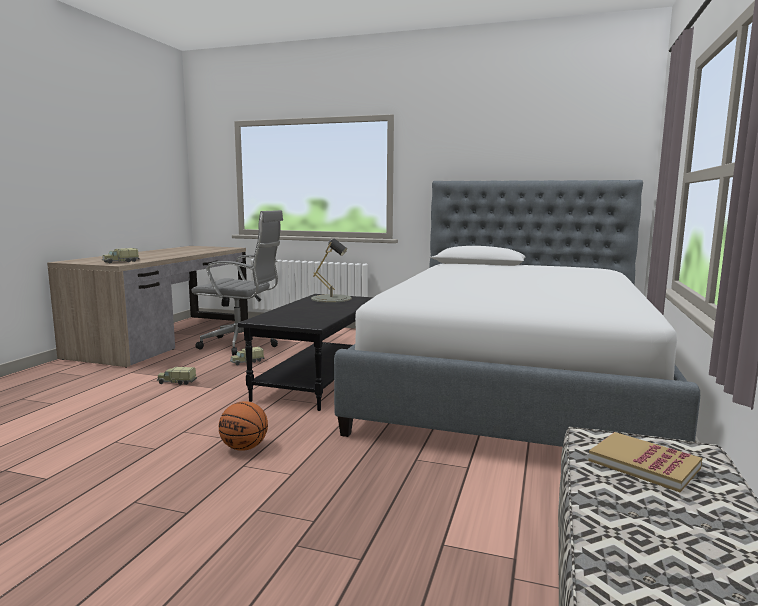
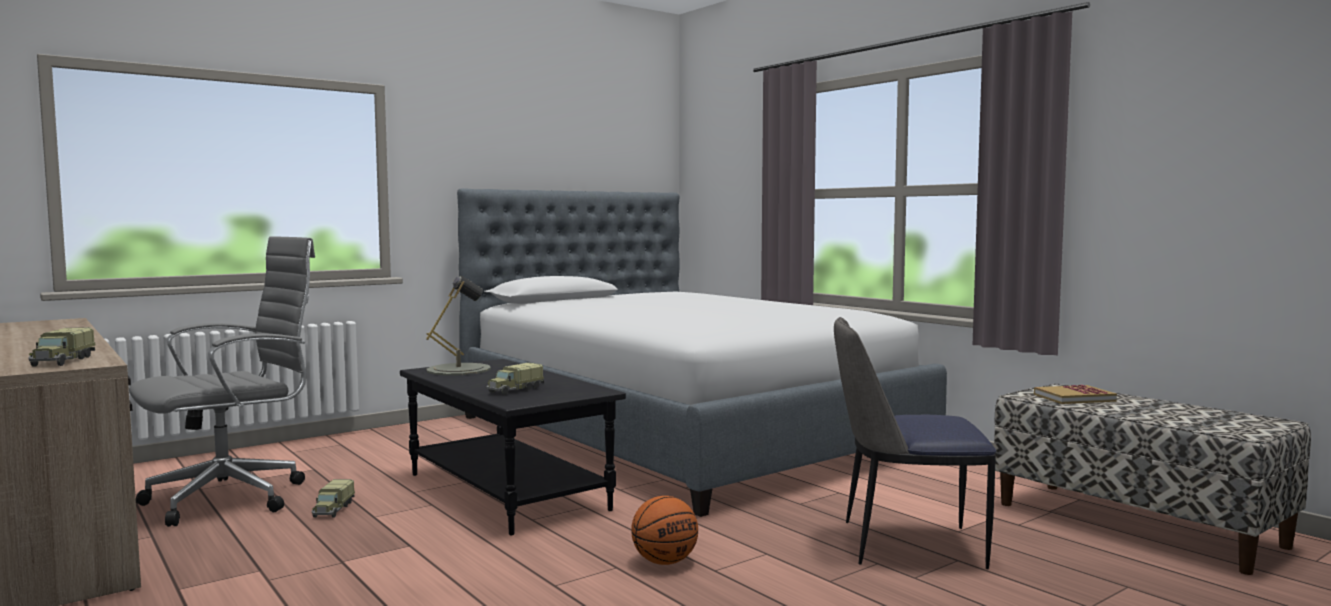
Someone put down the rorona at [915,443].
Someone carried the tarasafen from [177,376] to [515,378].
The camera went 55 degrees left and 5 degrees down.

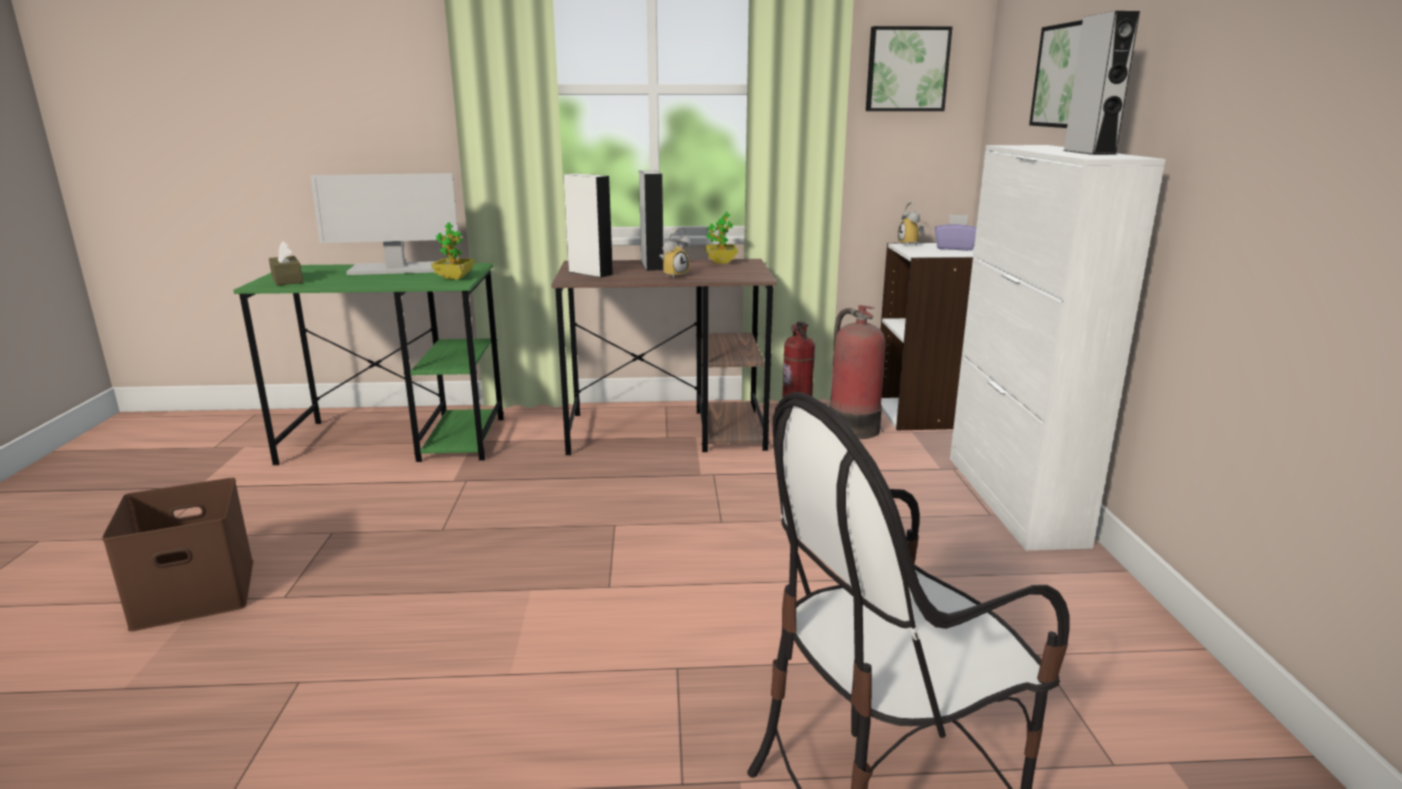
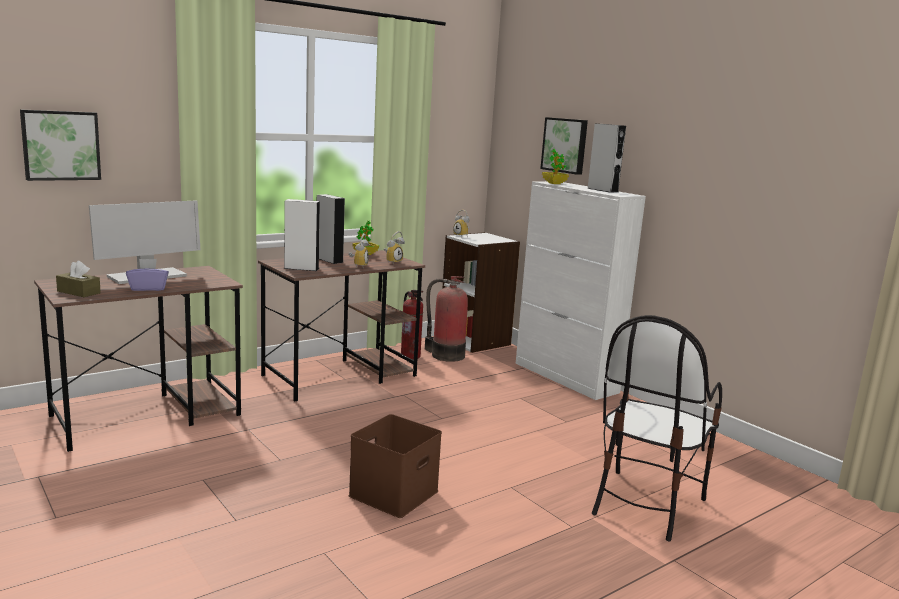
Someone put down the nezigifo at [394,247].
Someone carried the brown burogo from [177,554] to [395,466].
Someone carried the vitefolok from [453,250] to [555,166].
Someone carried the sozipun from [909,68] to [60,145].
Someone carried the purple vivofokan from [955,232] to [147,275].
Someone repainted the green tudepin at [368,364], which became the brown tudepin at [138,359].
The camera went 35 degrees left and 5 degrees down.

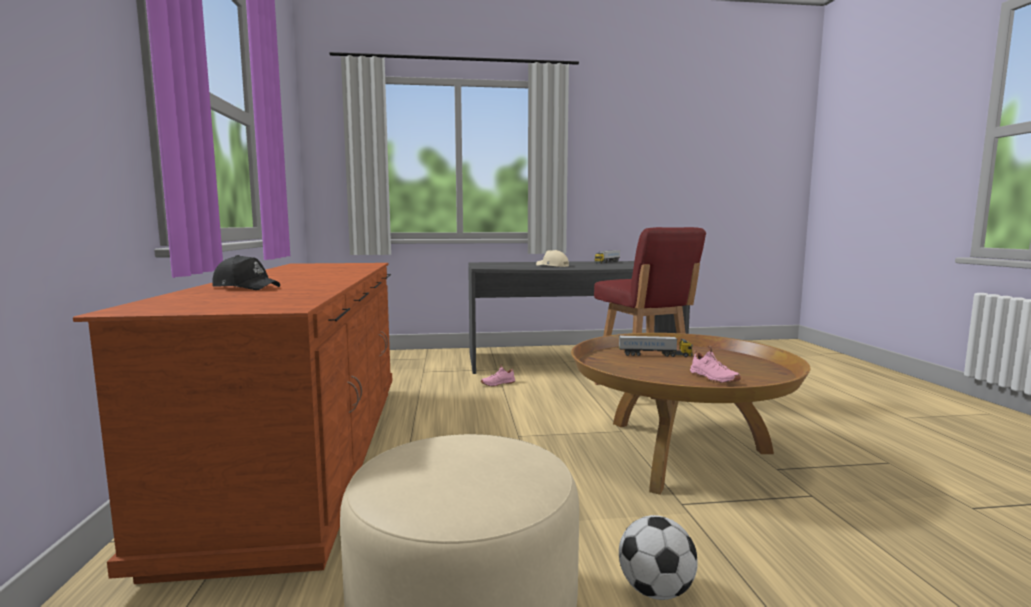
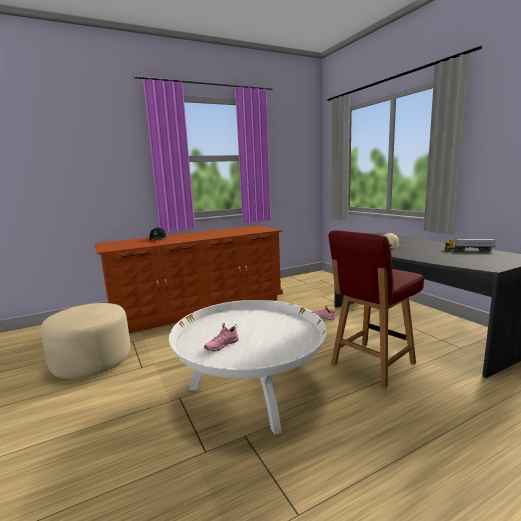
Someone took away the tarasafen at [656,346].
Someone took away the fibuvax at [658,557].
Someone repainted the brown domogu at [691,414], which became the white domogu at [248,367].
The camera went 70 degrees right and 5 degrees up.

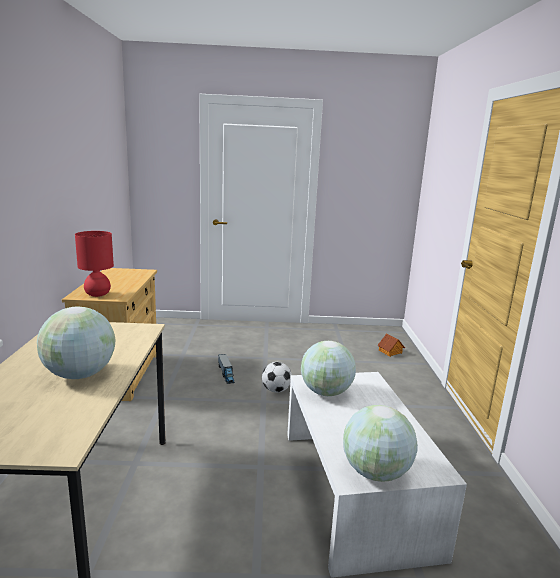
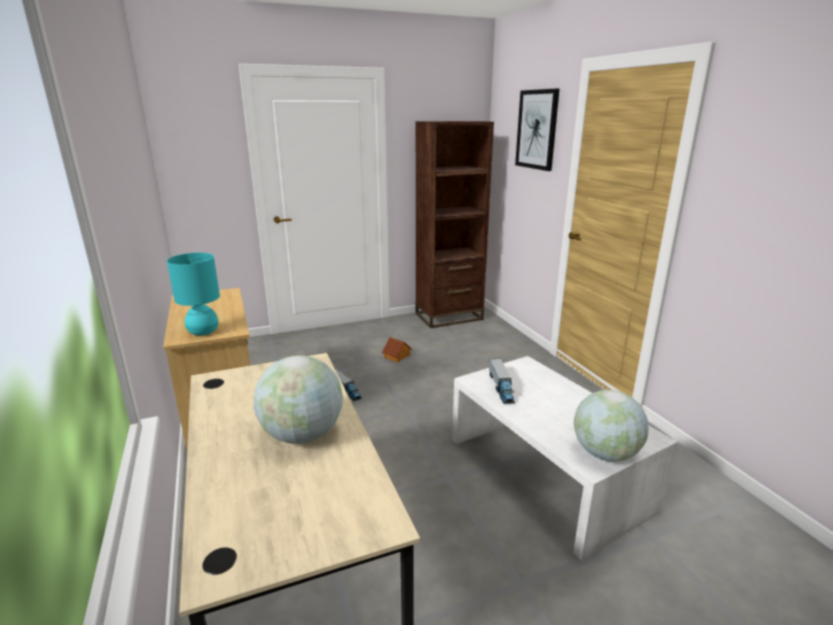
Someone took away the fibuvax at [277,377].
Someone put down the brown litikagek at [454,224].
Someone put up the sozipun at [537,130].
Someone carried the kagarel from [391,345] to [397,349].
Someone swapped the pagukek at [328,368] for the tarasafen at [502,381].
Someone repainted the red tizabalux at [94,264], which became the turquoise tizabalux at [193,294].
The camera went 20 degrees left and 5 degrees up.

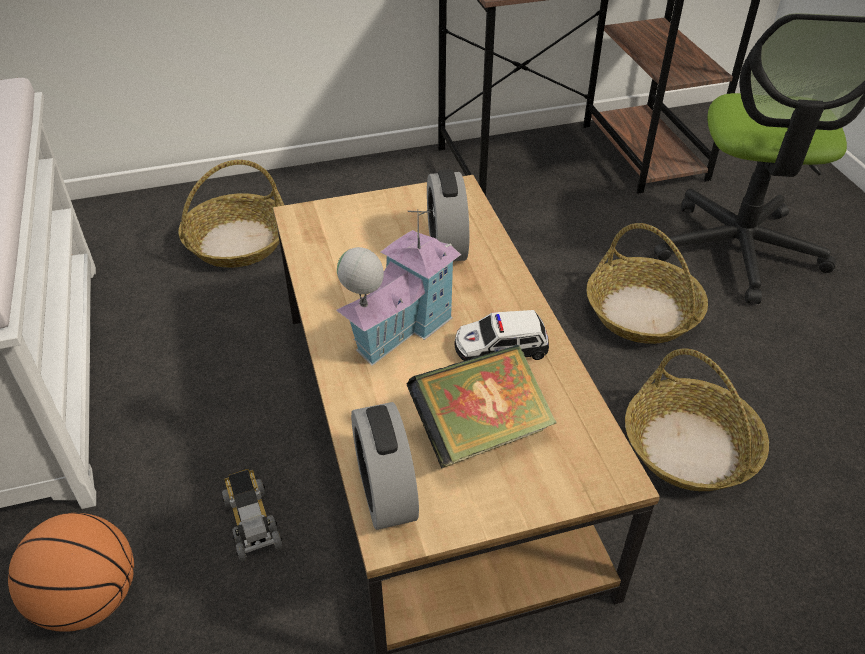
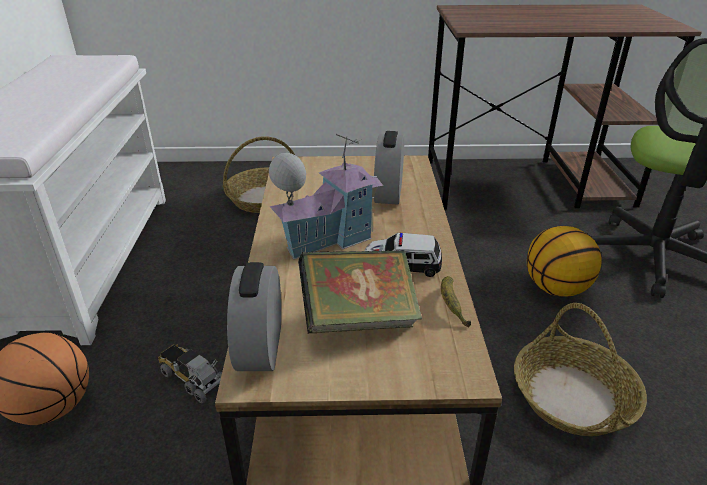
Someone put down the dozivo at [456,302].
Someone swapped the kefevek at [647,283] for the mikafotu at [564,261].
Someone rotated the tarasafen at [252,515] by 45 degrees counterclockwise.
The camera went 15 degrees right and 10 degrees down.

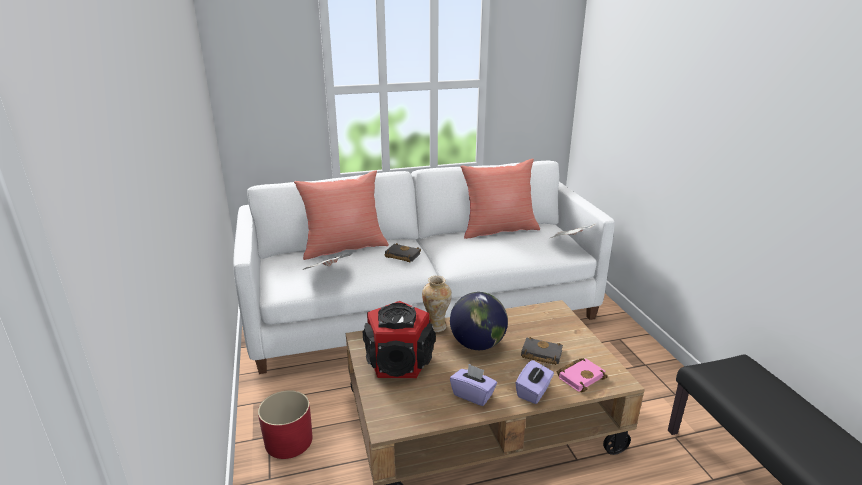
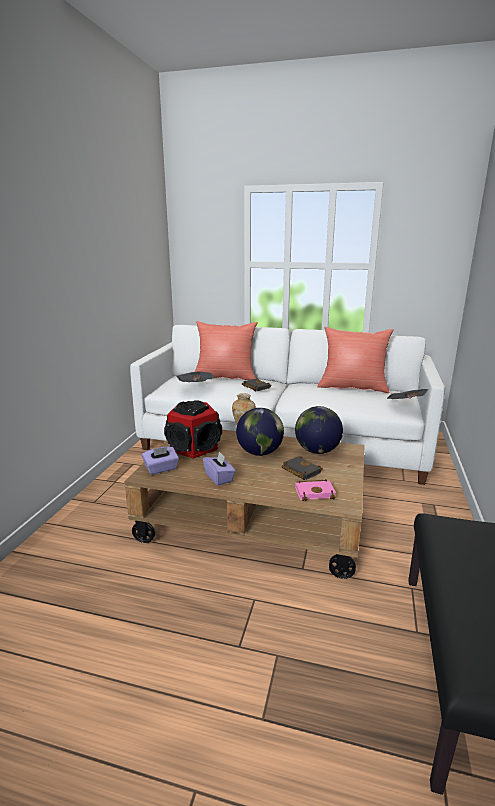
Someone took away the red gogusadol at [285,424].
Someone put down the pagukek at [319,430].
Someone carried the purple vivofokan from [534,382] to [160,461].
The camera went 30 degrees right and 5 degrees down.

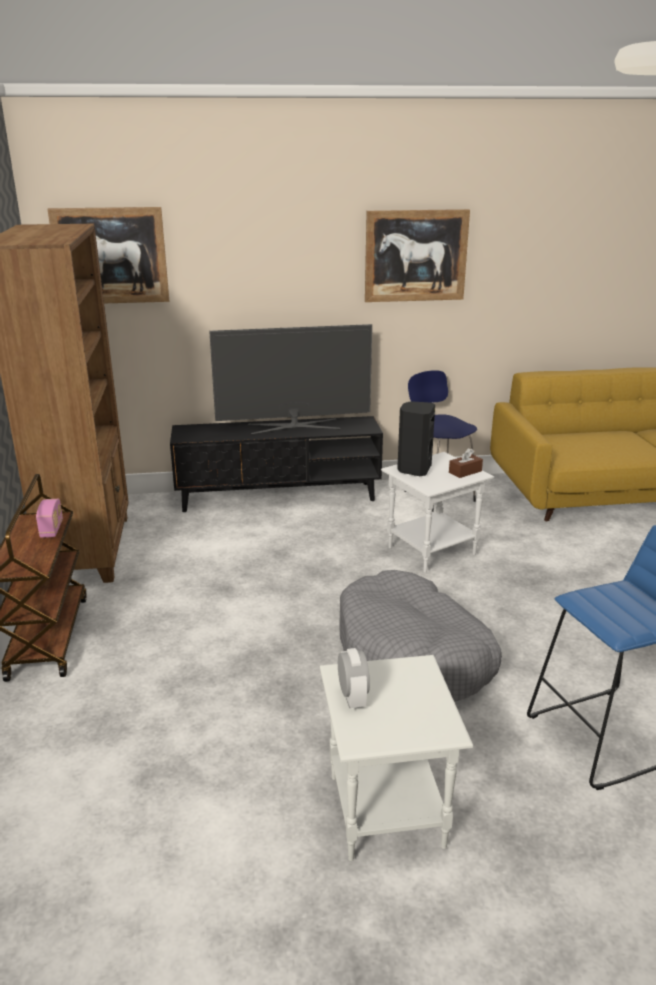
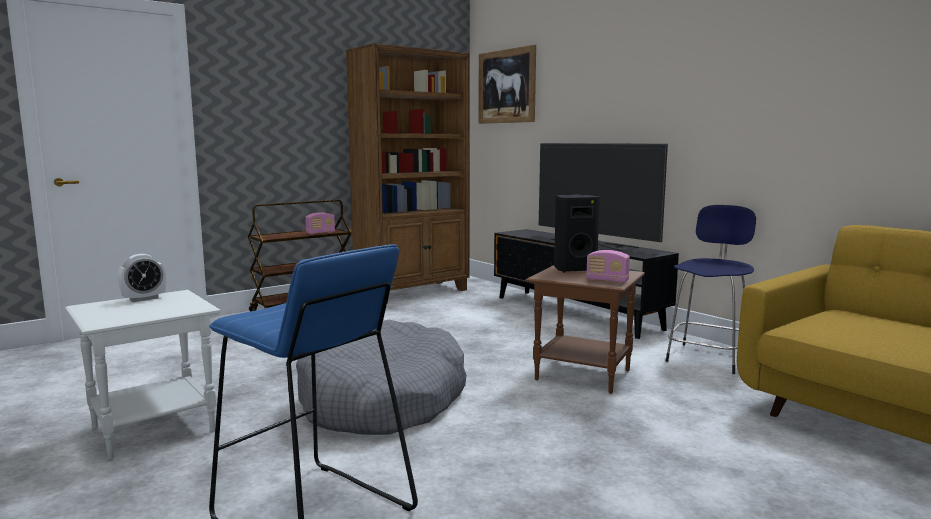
Someone took away the sozipun at [417,255].
Someone swapped the brown vivofokan at [466,463] for the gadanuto at [608,266].
Someone repainted the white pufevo at [437,512], which became the brown pufevo at [585,329].
The camera went 60 degrees right and 15 degrees down.

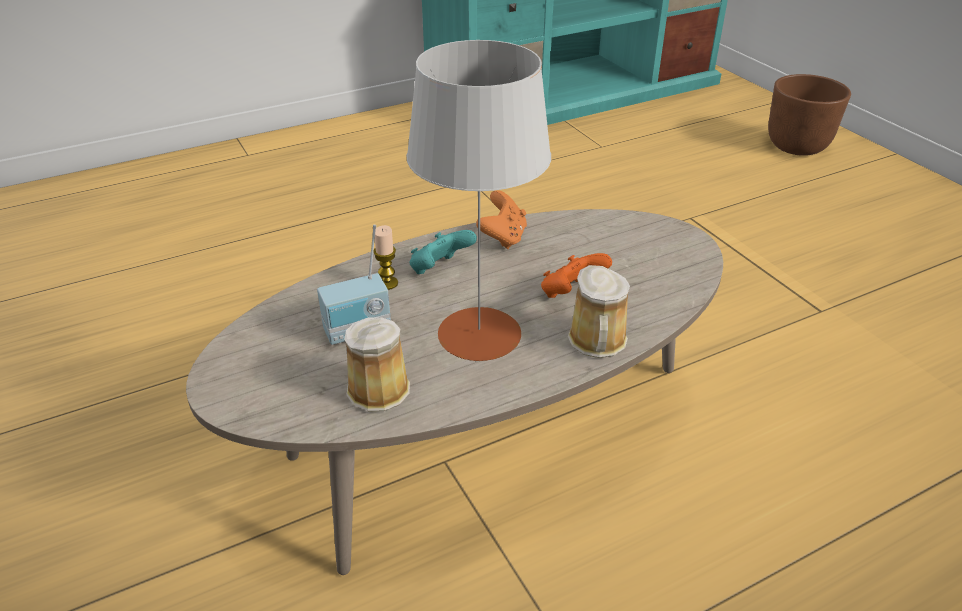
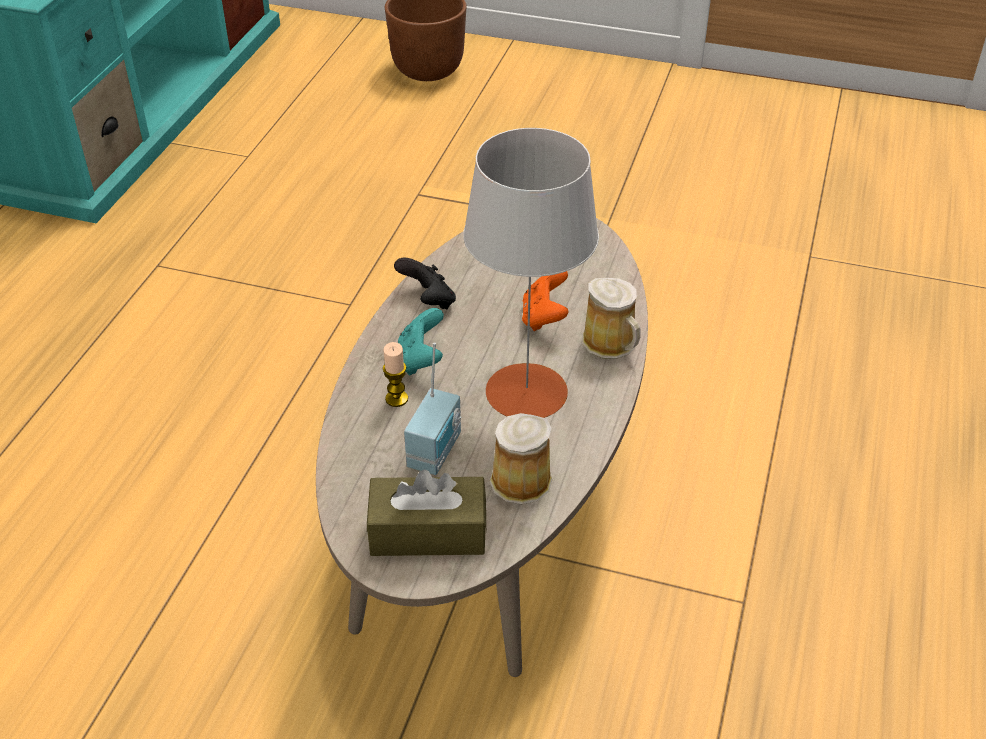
Someone put down the brown vivofokan at [426,512].
Someone repainted the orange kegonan at [501,219], which became the black kegonan at [425,283].
The camera went 45 degrees left and 5 degrees up.

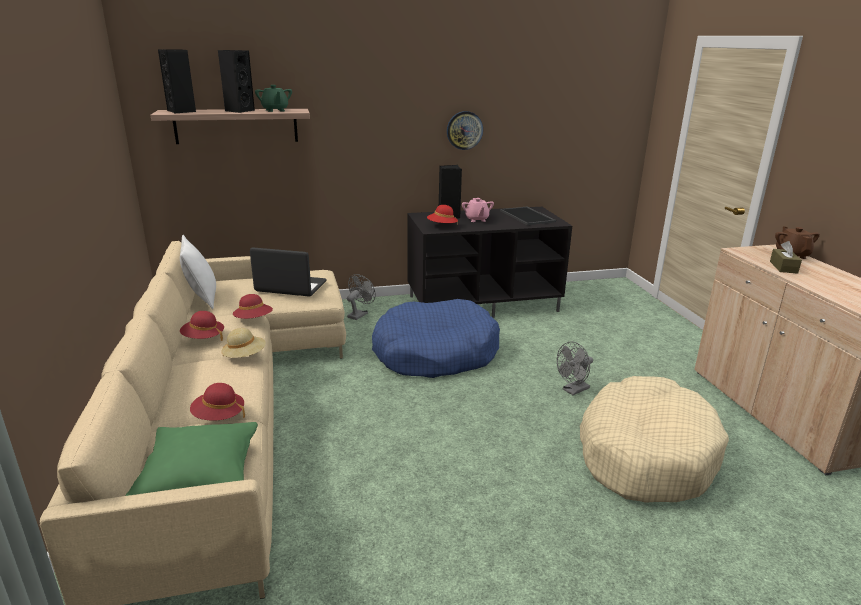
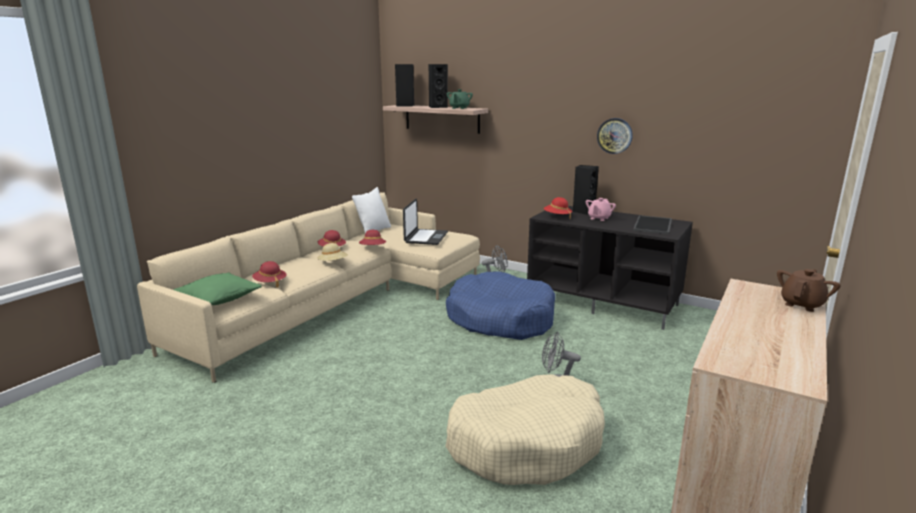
Someone took away the brown vivofokan at [786,257].
Someone rotated the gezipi at [288,272] by 45 degrees clockwise.
The camera went 45 degrees right and 5 degrees down.

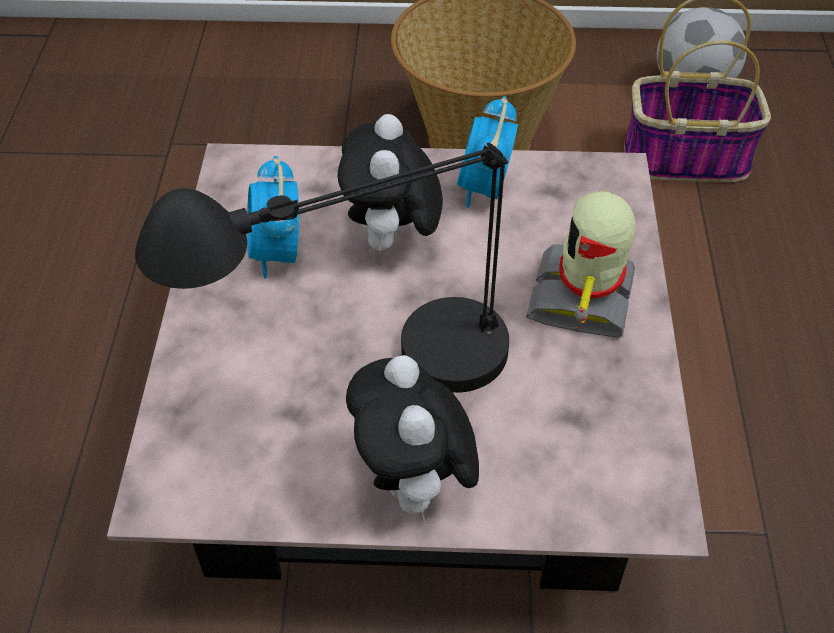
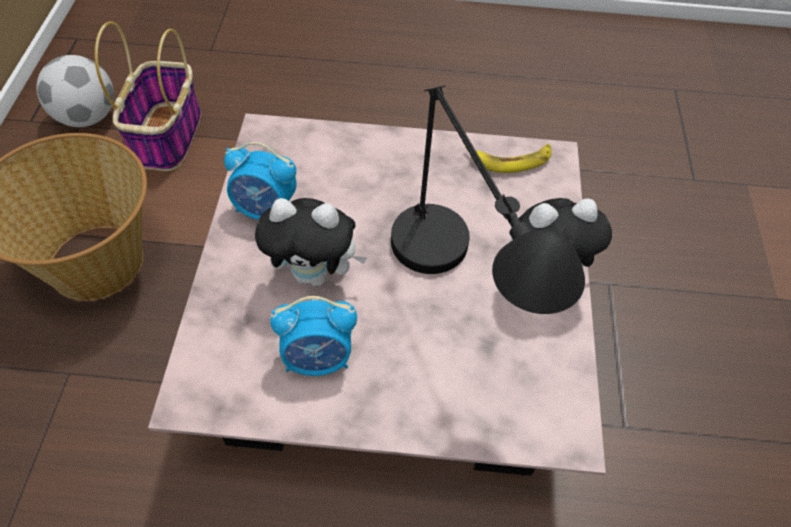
Someone took away the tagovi at [581,264].
Someone put down the dozivo at [508,158].
The camera went 90 degrees left and 5 degrees up.

